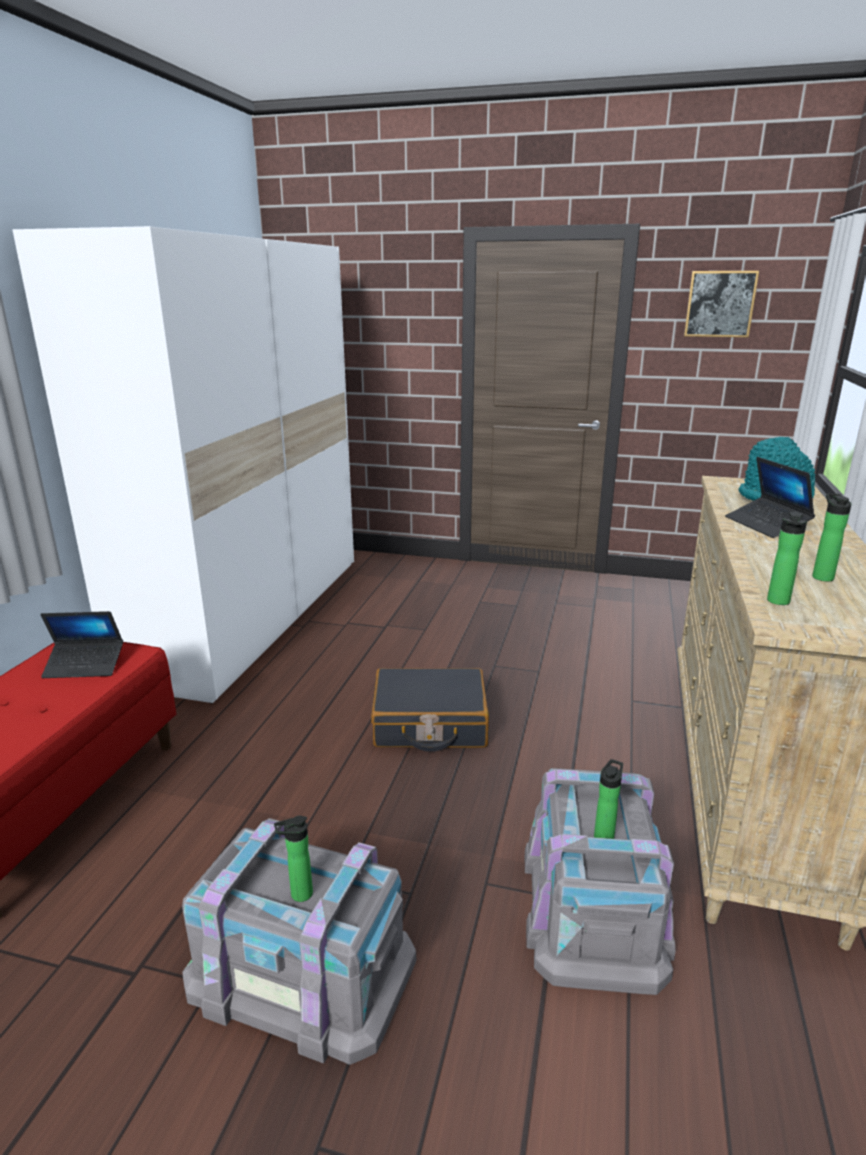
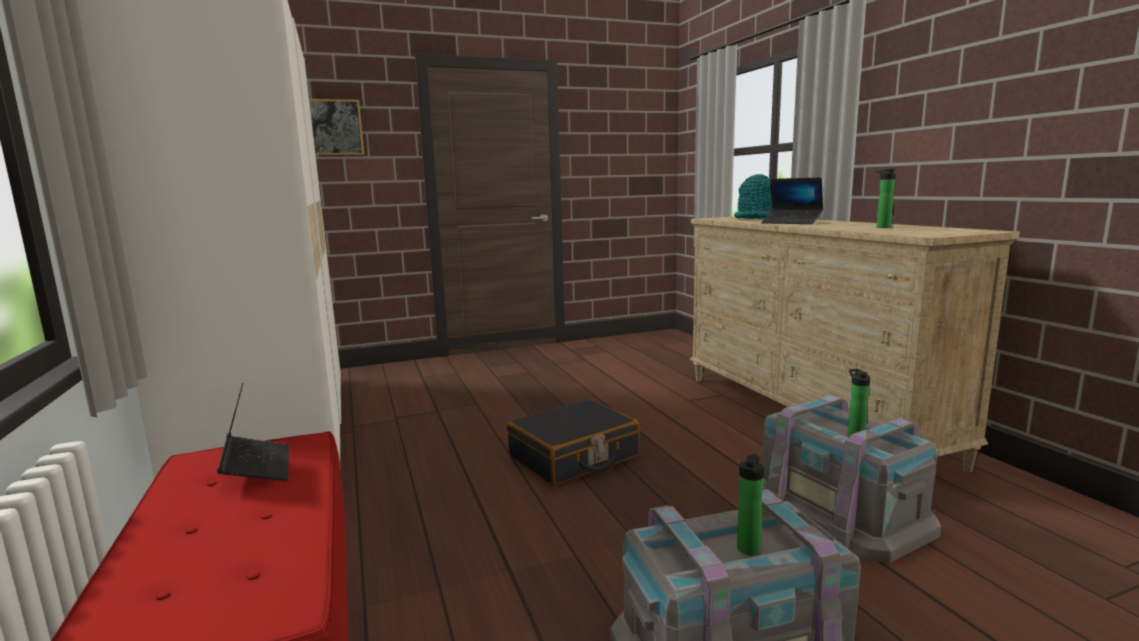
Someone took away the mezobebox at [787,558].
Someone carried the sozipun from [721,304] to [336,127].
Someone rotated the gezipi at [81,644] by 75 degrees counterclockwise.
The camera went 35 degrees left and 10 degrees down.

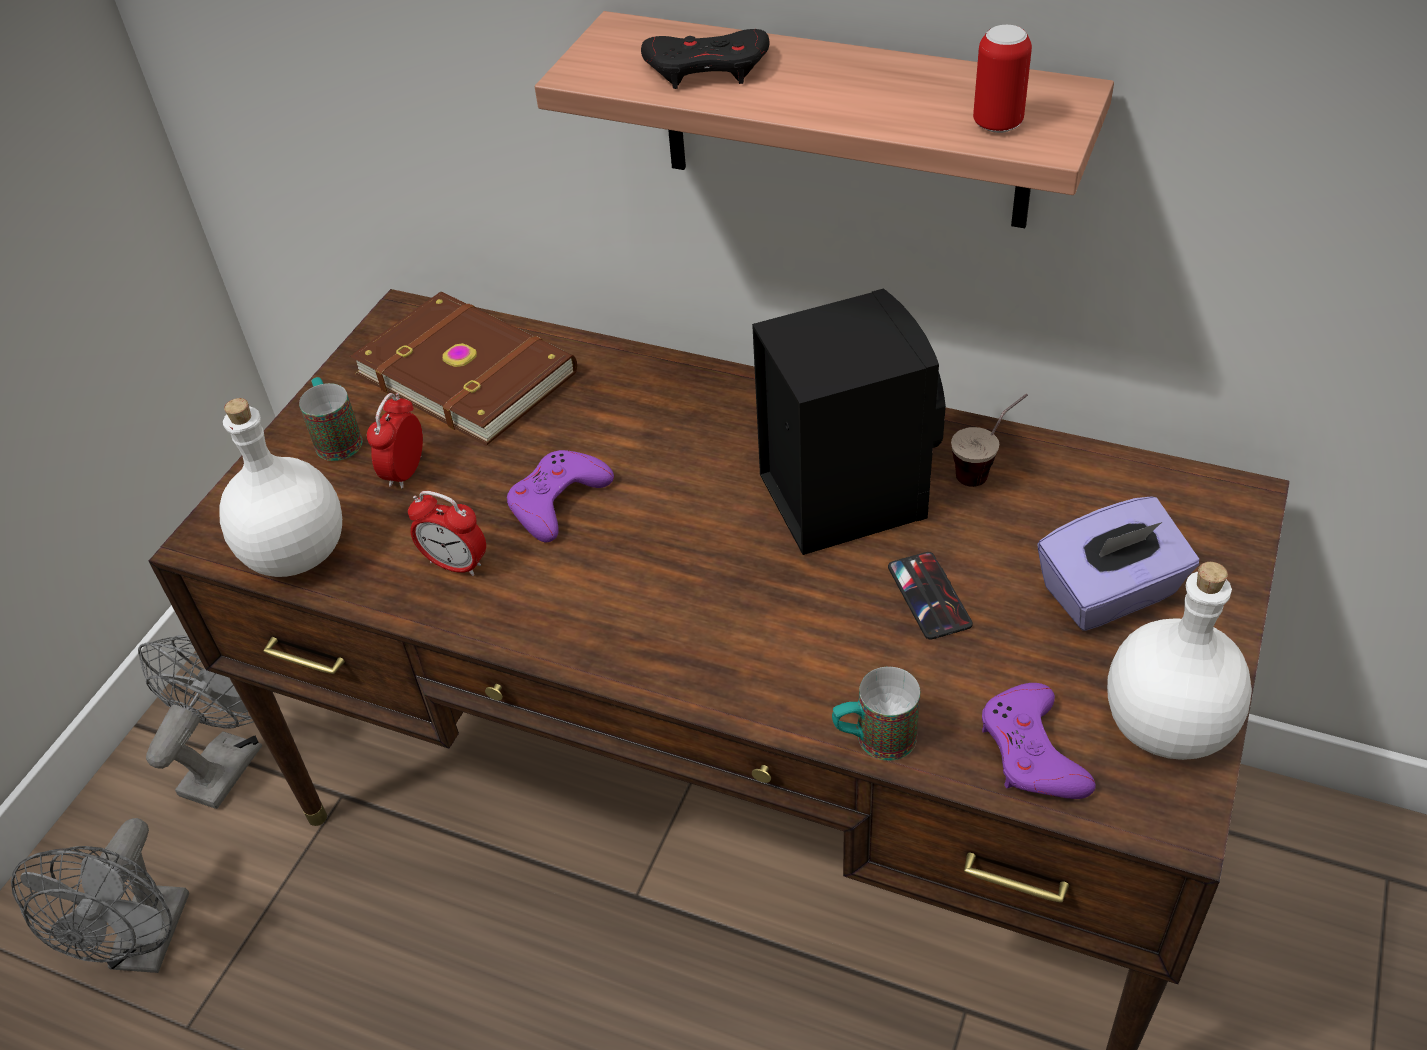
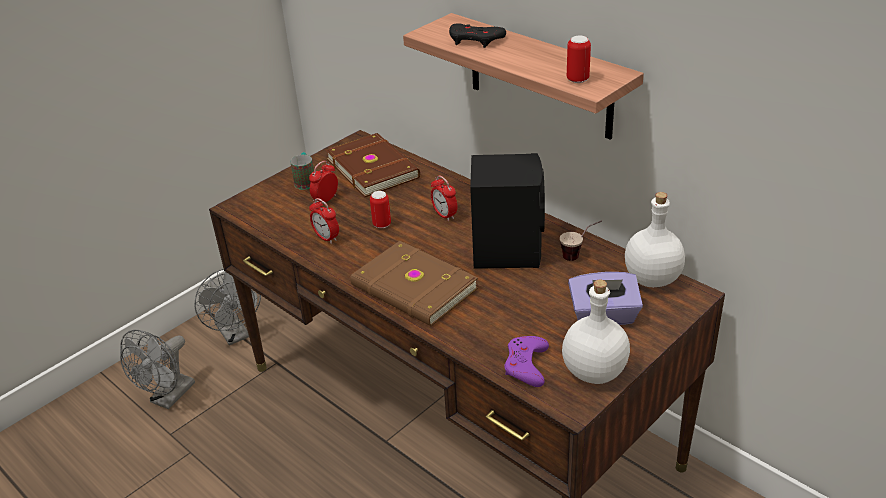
Someone took away the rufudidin at [876,714].
Someone took away the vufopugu at [930,595].
Someone put down the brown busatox at [414,283].
Someone put down the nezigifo at [444,198].
Someone carried the white mezobebox from [280,487] to [655,239].
Someone swapped the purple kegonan at [560,496] for the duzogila at [380,209].
Someone rotated the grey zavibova at [200,722] by 105 degrees clockwise.
The camera went 20 degrees right and 10 degrees down.

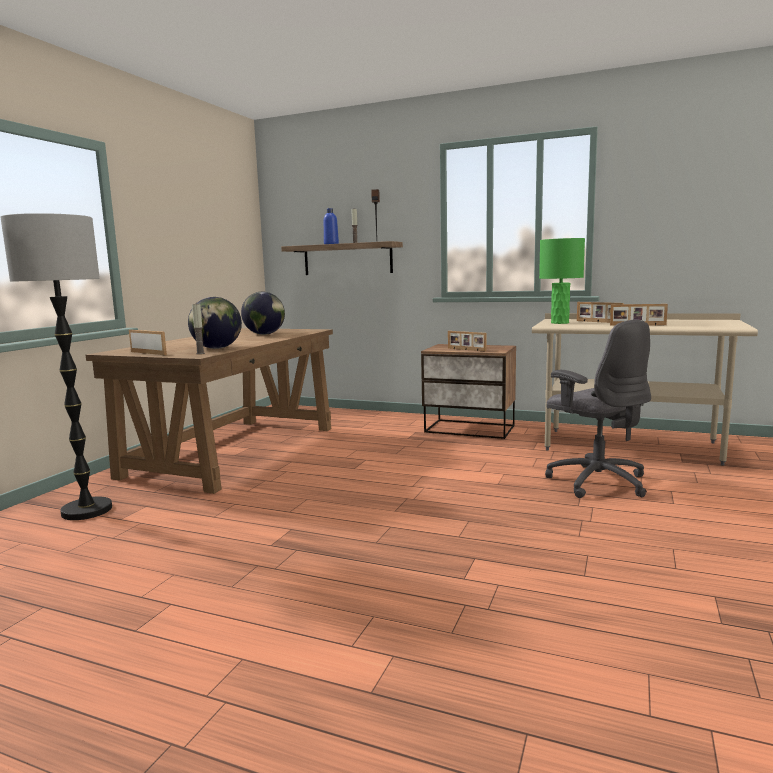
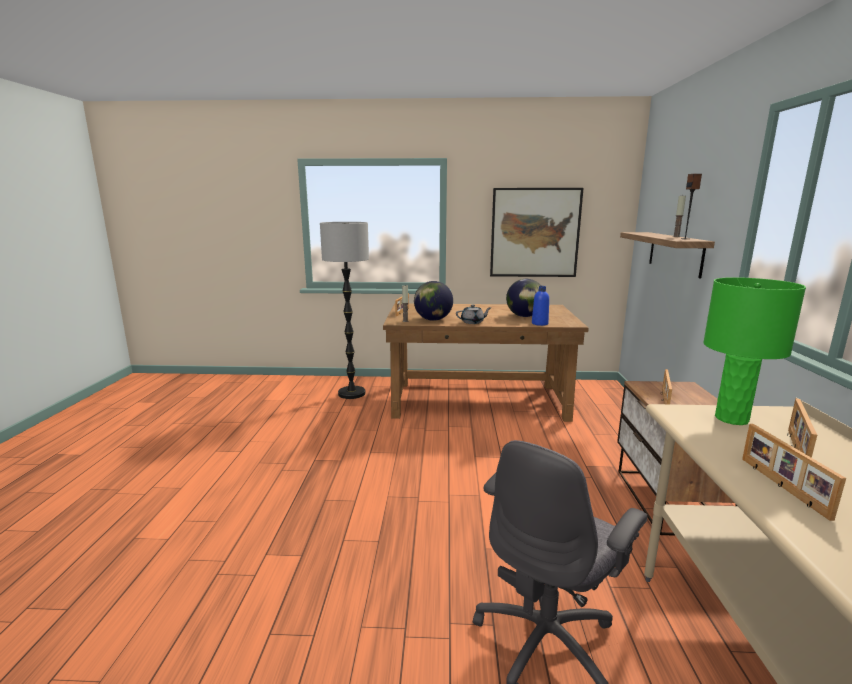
Someone put down the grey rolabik at [473,314].
Someone put up the sozipun at [537,232].
Someone carried the blue mezobebox from [331,226] to [540,306].
The camera went 70 degrees right and 5 degrees up.

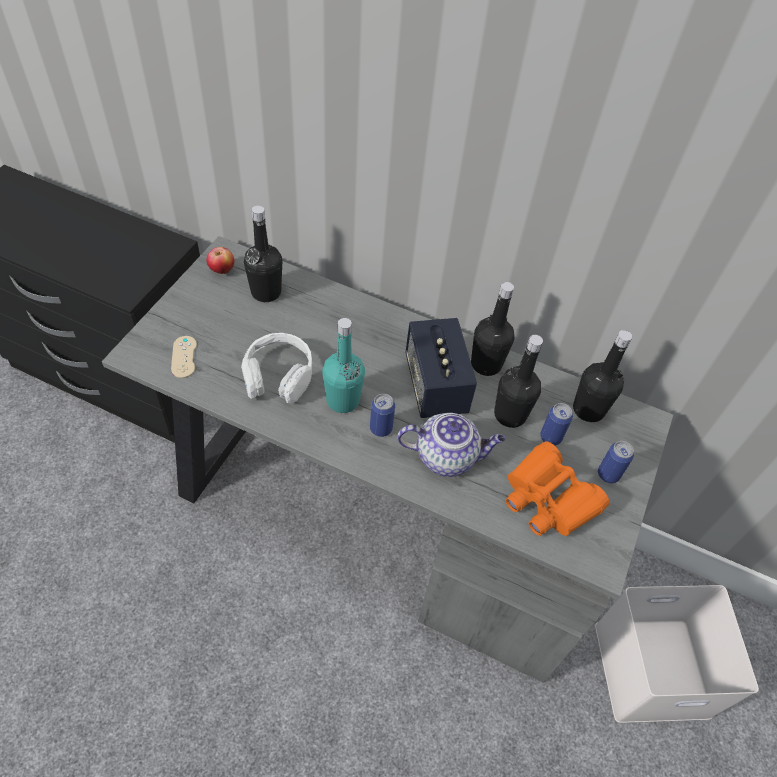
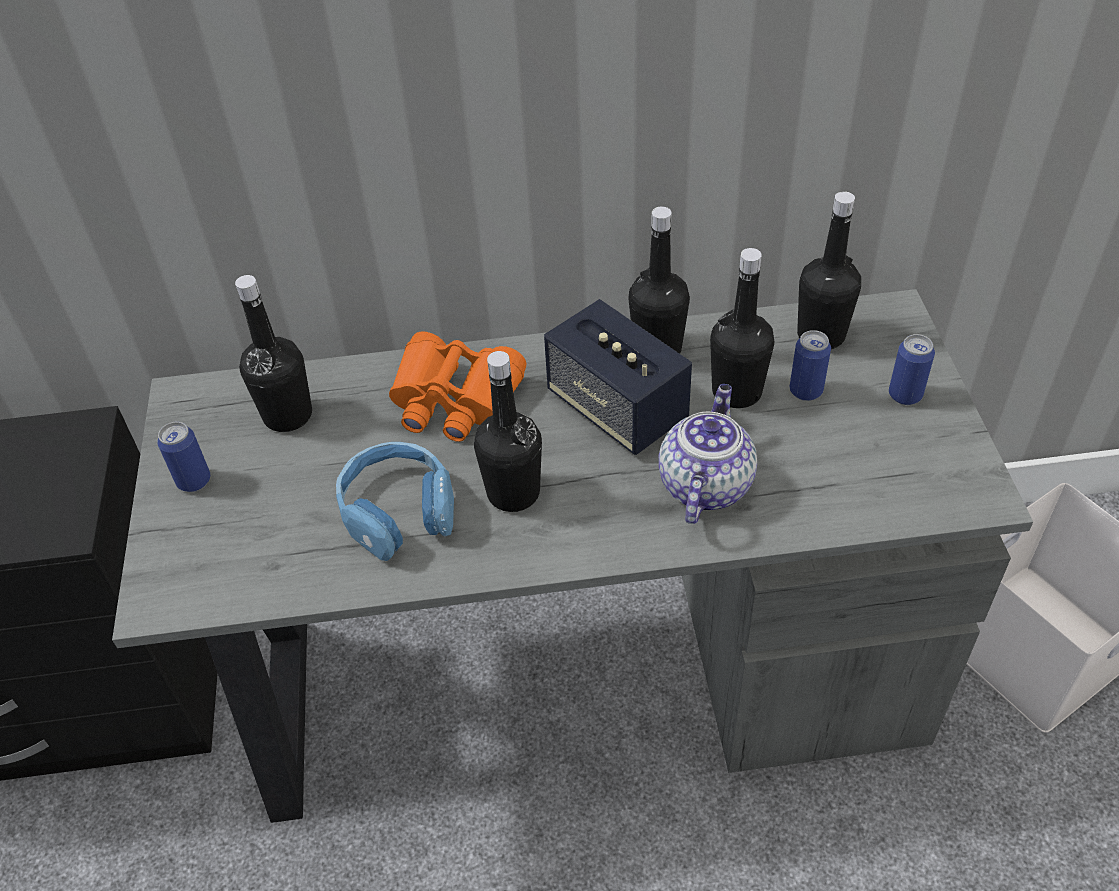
Someone took away the beige kegonan at [184,357].
Someone took away the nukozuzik at [220,260].
Someone carried the duzogila from [382,415] to [183,457].
Someone carried the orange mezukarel from [557,488] to [457,386].
Someone repainted the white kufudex at [276,368], which became the blue kufudex at [395,501].
Someone repainted the turquoise mezobebox at [343,365], which became the black mezobebox at [508,431].
Someone rotated the rolabik at [451,445] by 45 degrees counterclockwise.
The camera went 25 degrees left and 5 degrees down.

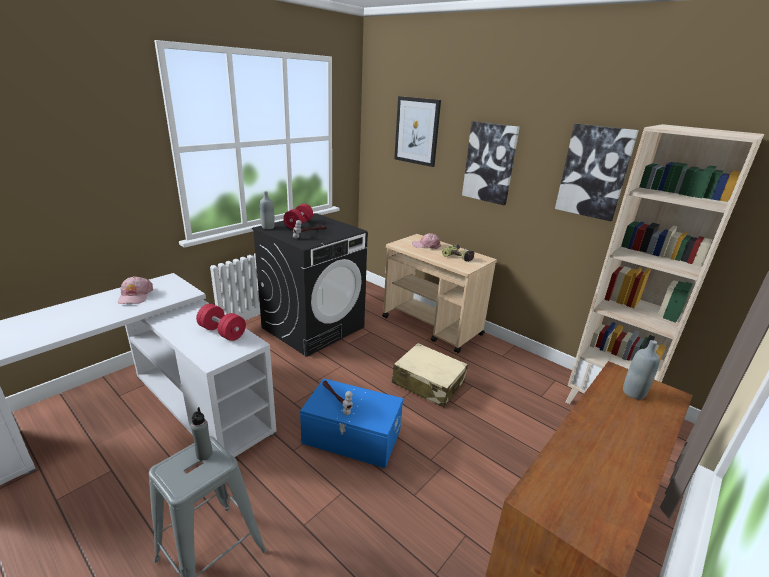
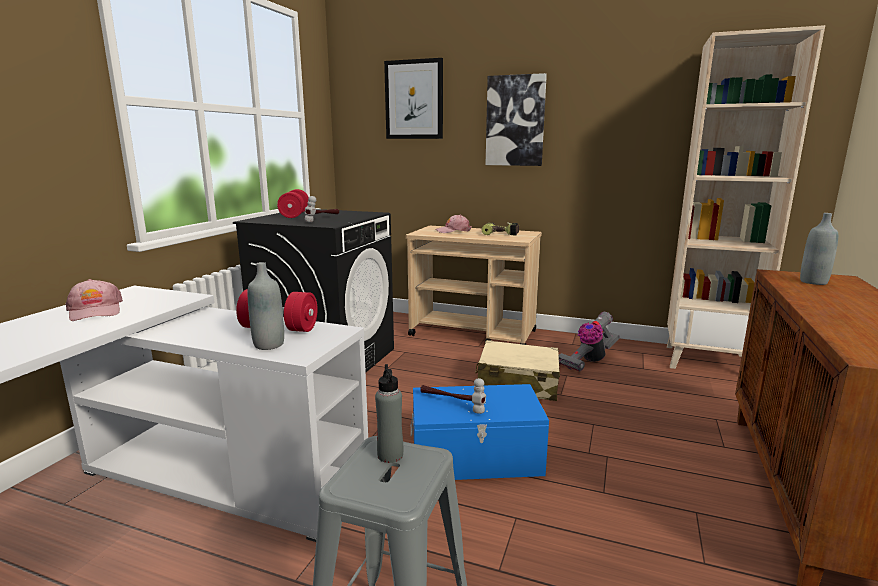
Someone took away the sozipun at [597,172].
Someone put down the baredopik at [589,342].
Someone carried the grey mezobebox from [267,210] to [266,306].
The camera went 20 degrees left and 10 degrees down.

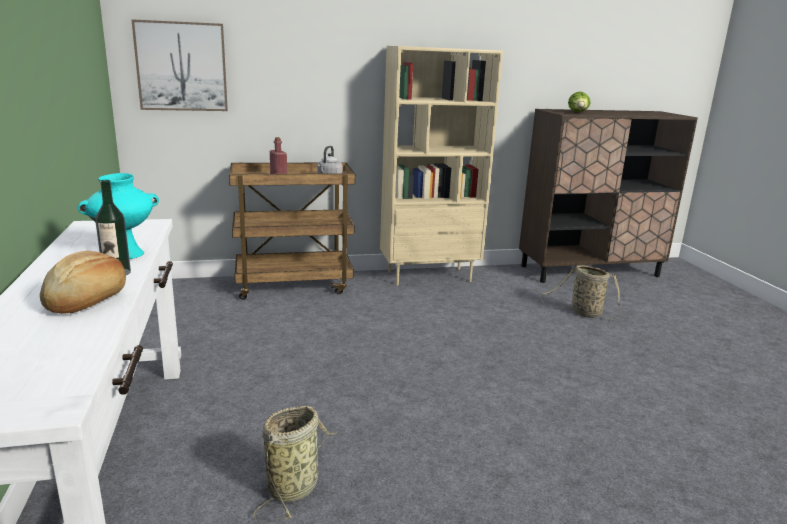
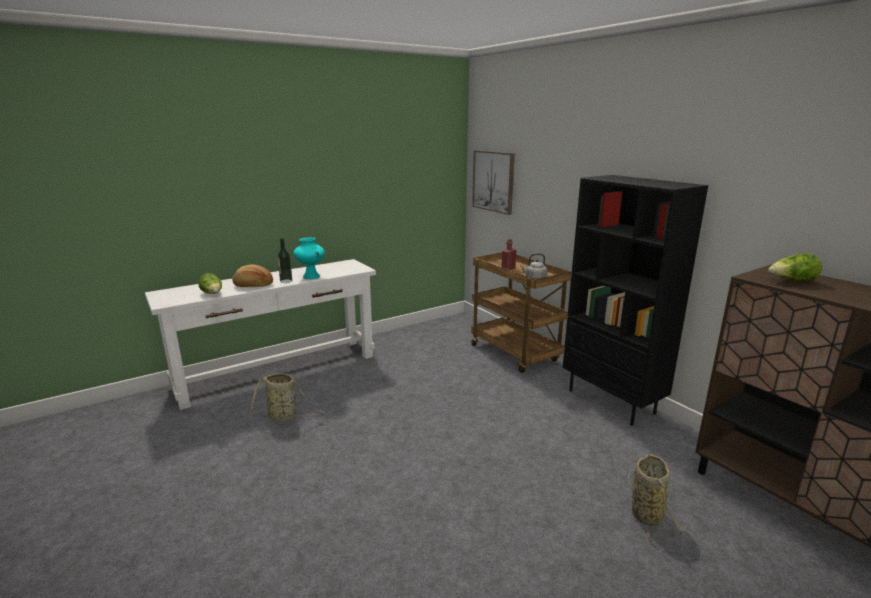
Someone put down the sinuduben at [210,283].
Someone repainted the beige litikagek at [441,165], which became the black litikagek at [635,300].
The camera went 70 degrees right and 0 degrees up.

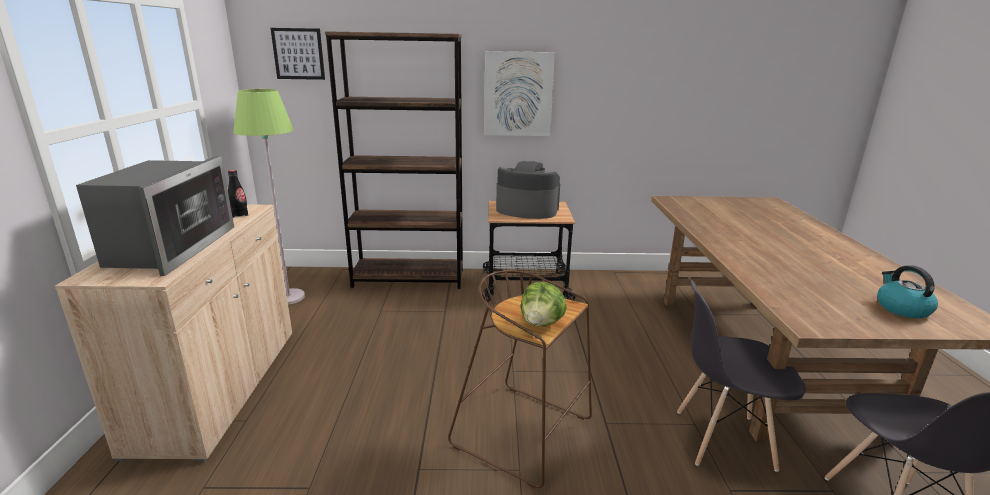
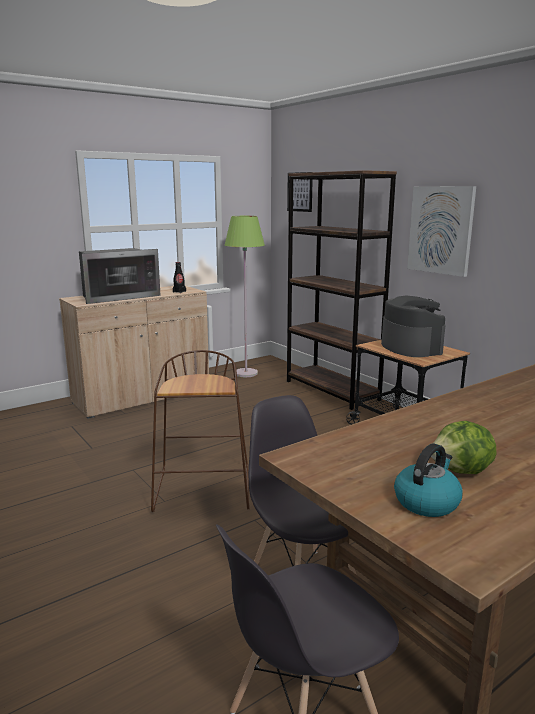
Someone carried the sinuduben from [544,304] to [463,447].
The camera went 55 degrees right and 5 degrees down.

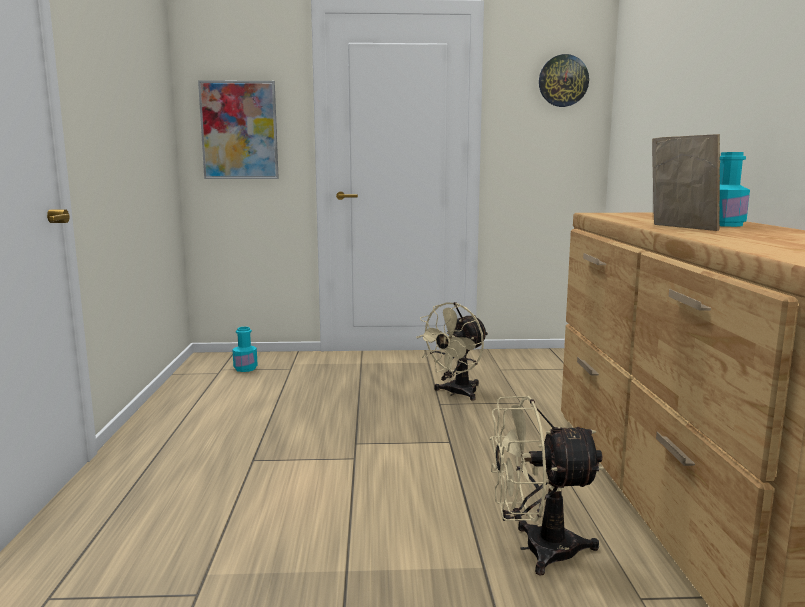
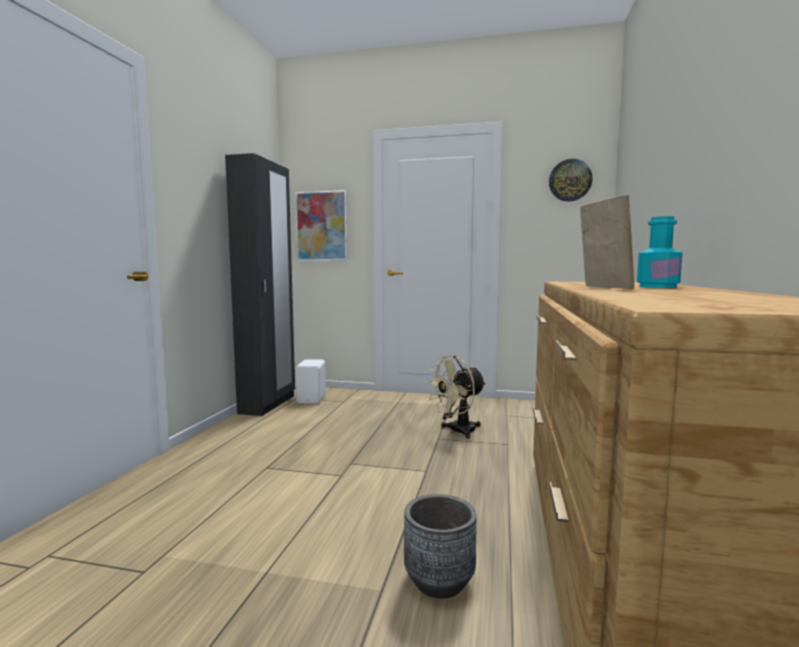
Someone put down the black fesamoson at [260,284].
Someone swapped the turquoise mezobebox at [245,349] for the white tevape at [310,381].
Someone swapped the beige zavibova at [547,485] for the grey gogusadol at [440,546].
The camera went 15 degrees right and 5 degrees down.

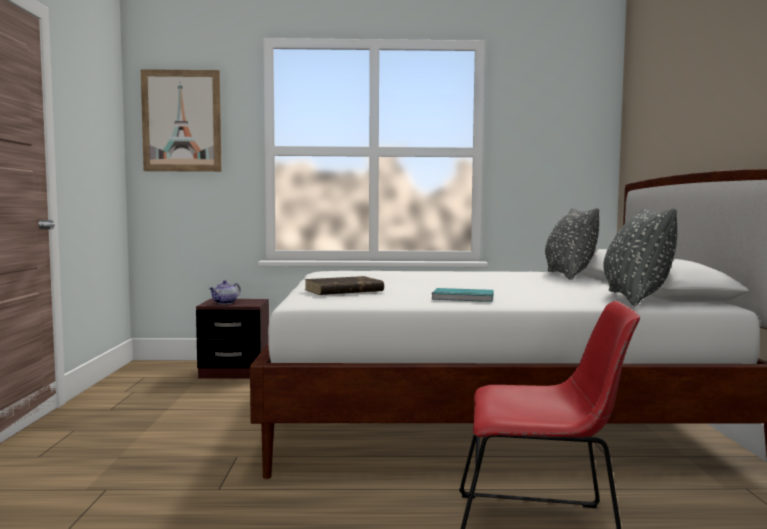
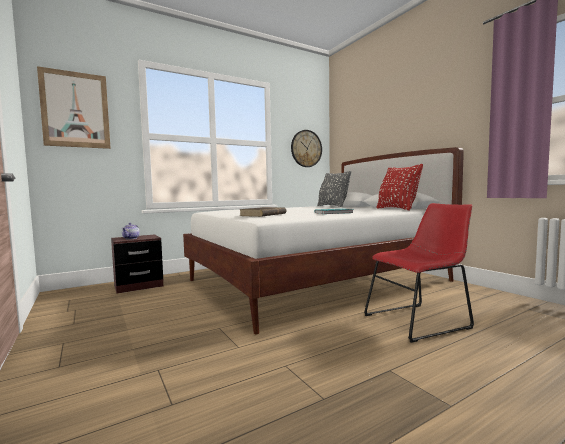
Someone put up the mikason at [306,148].
Someone repainted the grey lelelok at [640,257], which became the red lelelok at [400,187].
The camera went 30 degrees left and 0 degrees up.

